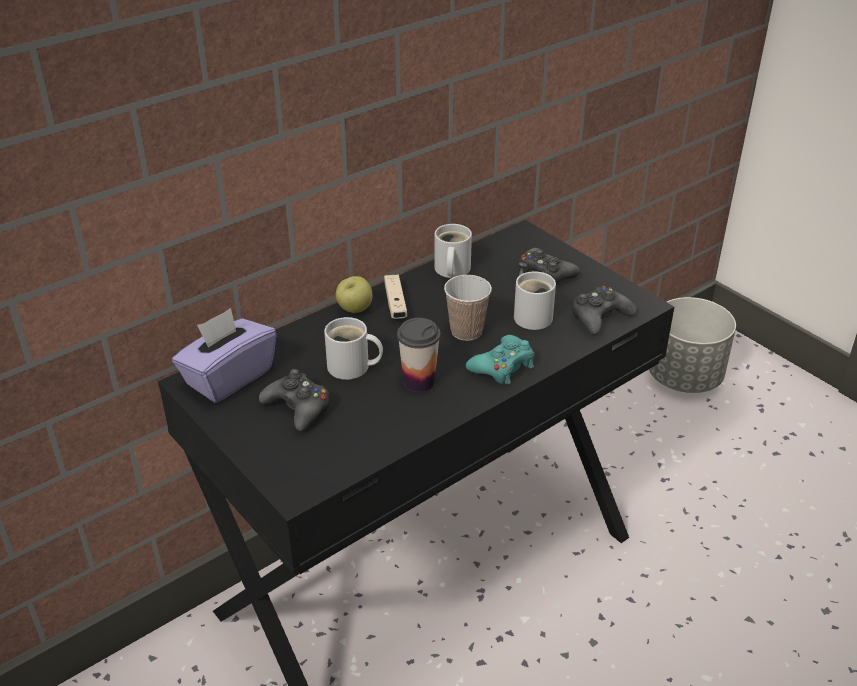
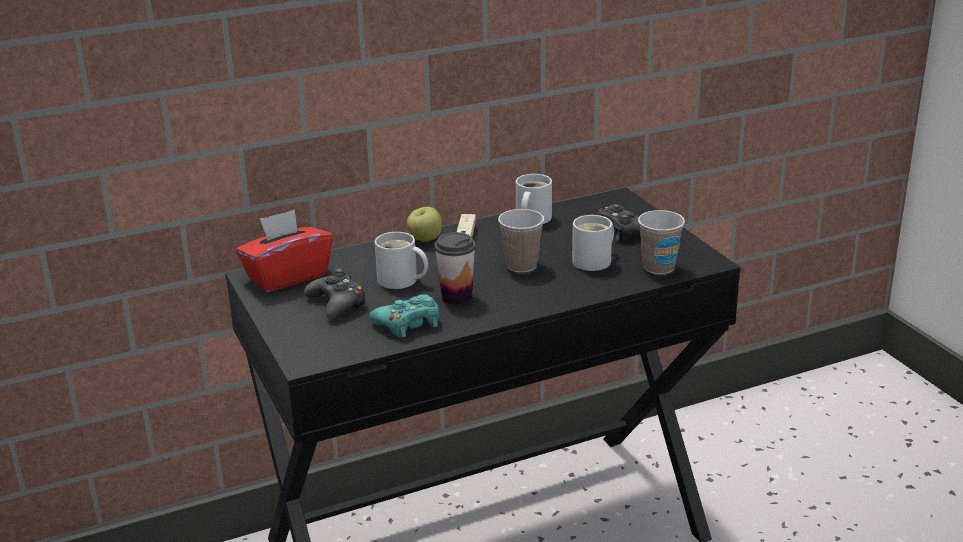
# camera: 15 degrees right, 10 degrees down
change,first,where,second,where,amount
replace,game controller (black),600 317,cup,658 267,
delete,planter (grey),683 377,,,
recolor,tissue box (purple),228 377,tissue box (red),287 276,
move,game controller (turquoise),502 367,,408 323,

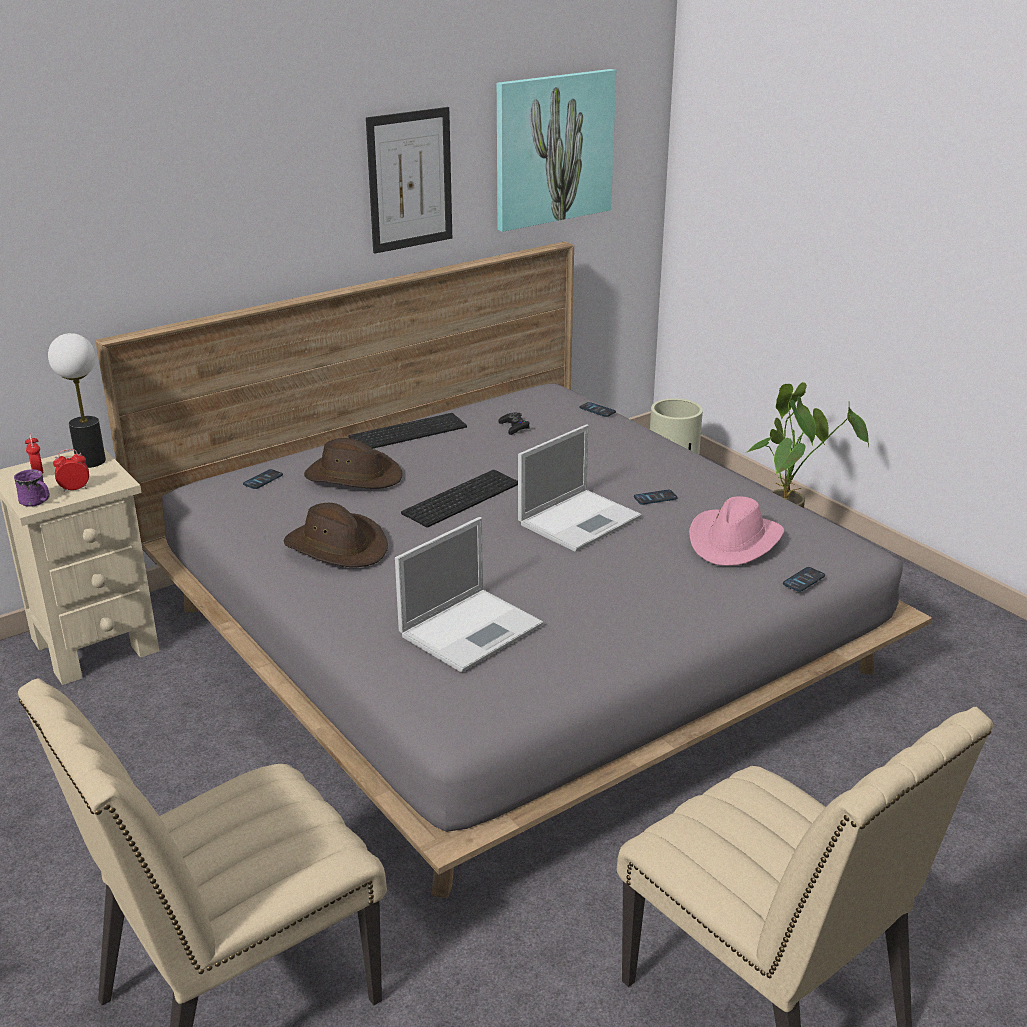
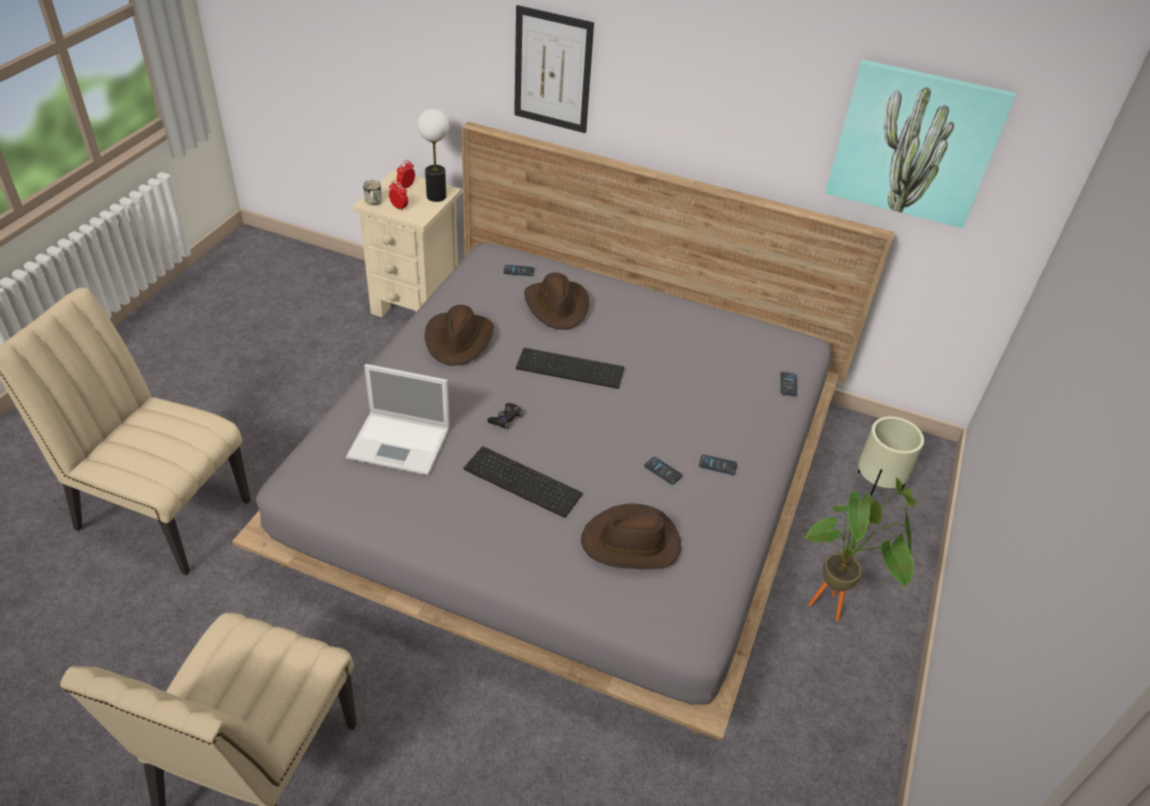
# camera: 55 degrees right, 15 degrees up
change,first,where,second,where,amount
move,picture,410 180,,552 70,
move,game controller (black),514 427,,505 419,
move,keyboard,408 431,,524 480,
delete,laptop,580 520,,,
recolor,mug (purple),36 502,mug (white),373 203,
recolor,hat (pink),735 541,hat (brown),631 543,
move,phone,803 580,,717 465,

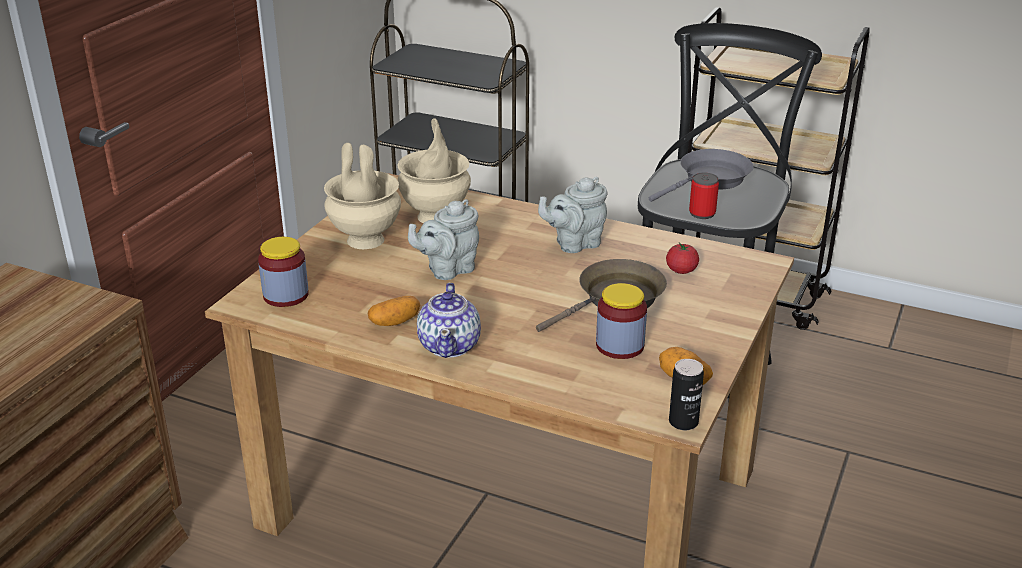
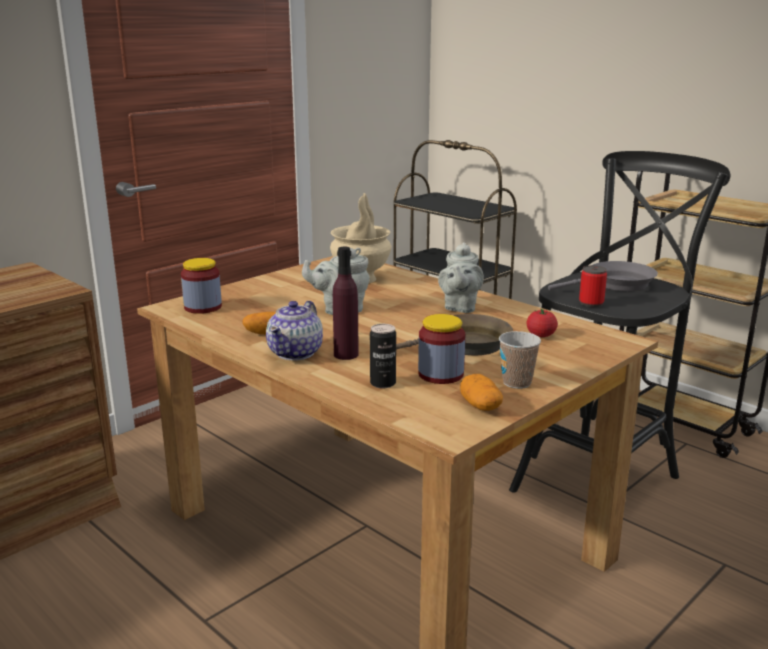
# camera: 20 degrees right, 10 degrees down
change,first,where,second,where,amount
delete,vase (beige),364 240,,,
rotate,teapot (grey),574 244,,459 307,75 degrees counterclockwise
move,can,683 422,,383 383,
insert,,,bottle (purple),346 354,
insert,,,cup,517 383,

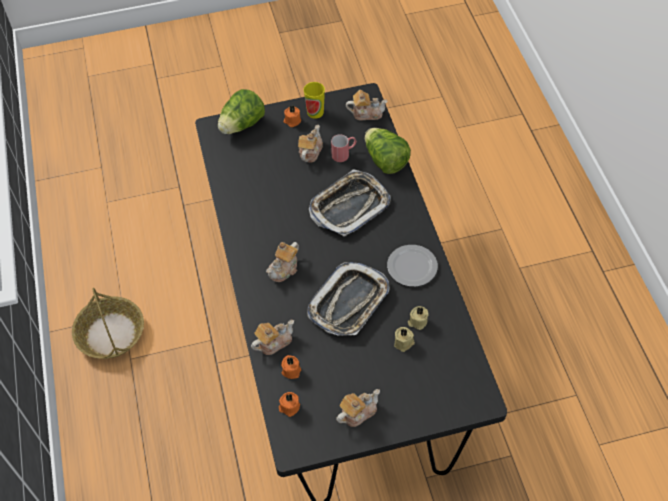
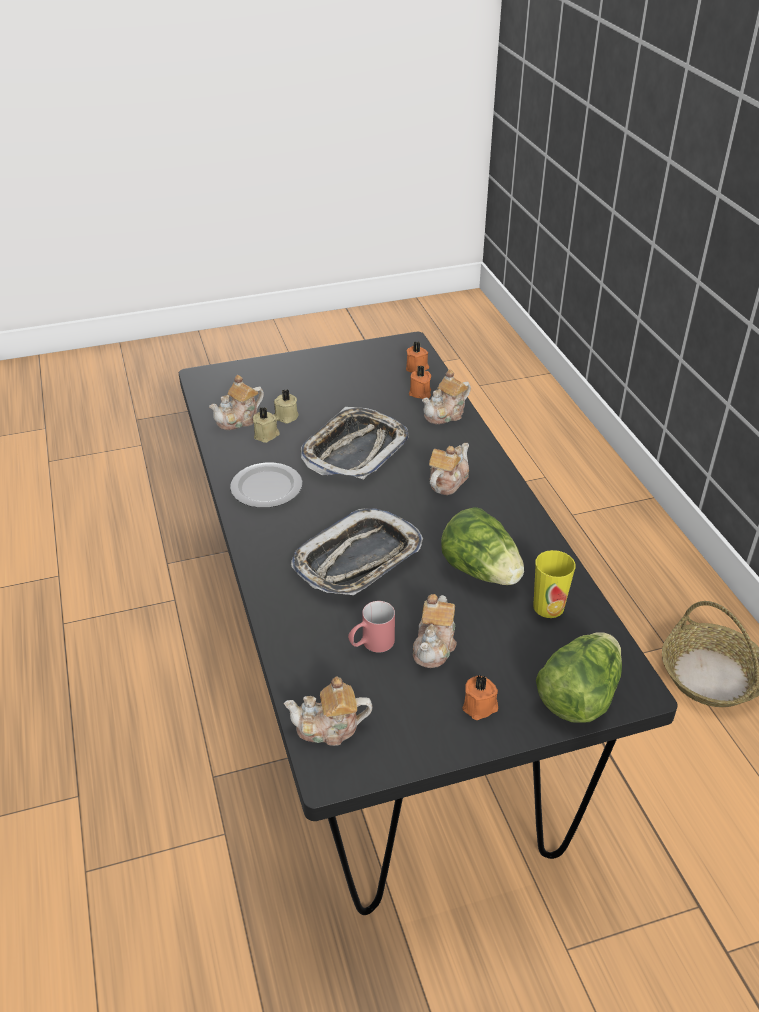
# camera: 175 degrees right, 15 degrees down
change,first,where,second,where,amount
move,cup,315 112,,548 607,
move,lettuce,385 161,,481 571,
move,teapot,357 412,,239 420,

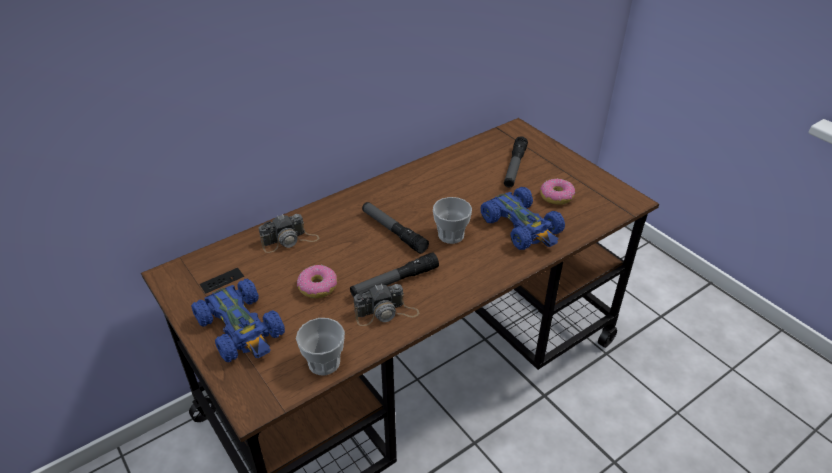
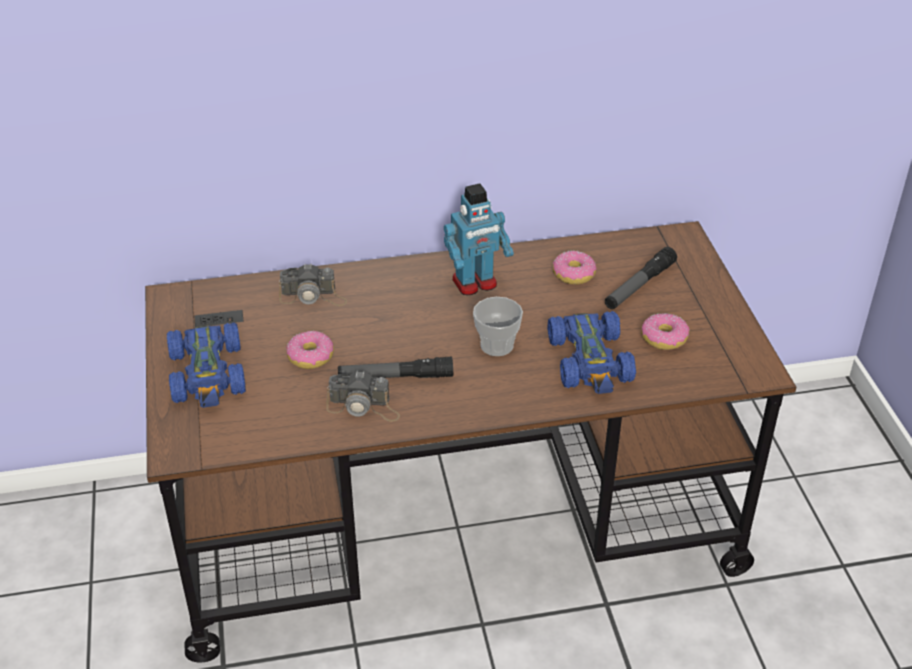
# camera: 25 degrees right, 0 degrees up
change,first,where,second,where,amount
delete,flashlight,393 231,,,
delete,cup,324 362,,,
insert,,,toy robot,475 283,
insert,,,donut,574 274,

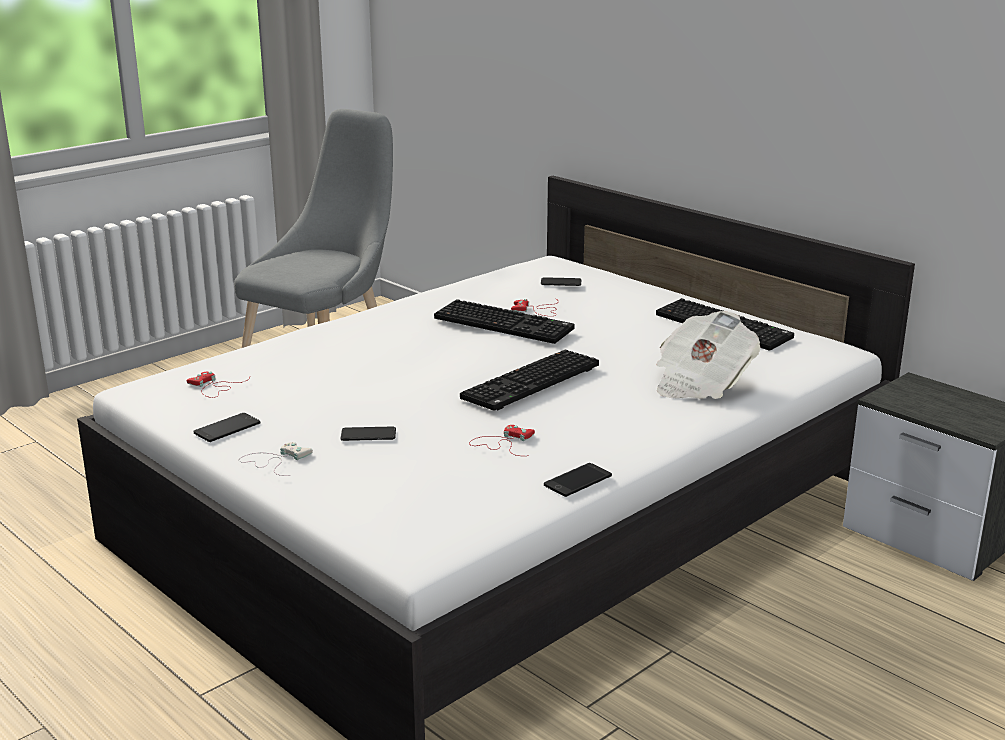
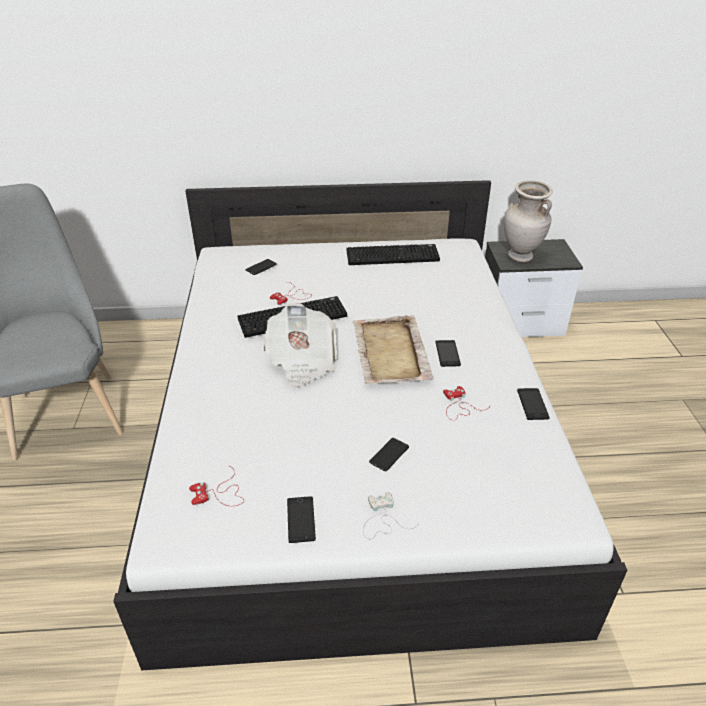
# camera: 50 degrees left, 15 degrees up
change,first,where,second,where,amount
move,newspaper,700 383,,302 361,
replace,keyboard,532 383,tray (beige),390 353,
insert,,,vase (beige),520 257,
insert,,,phone,447 353,

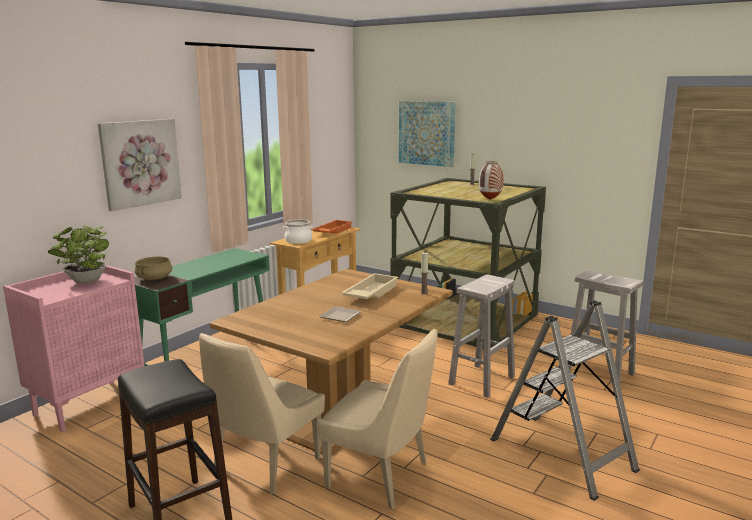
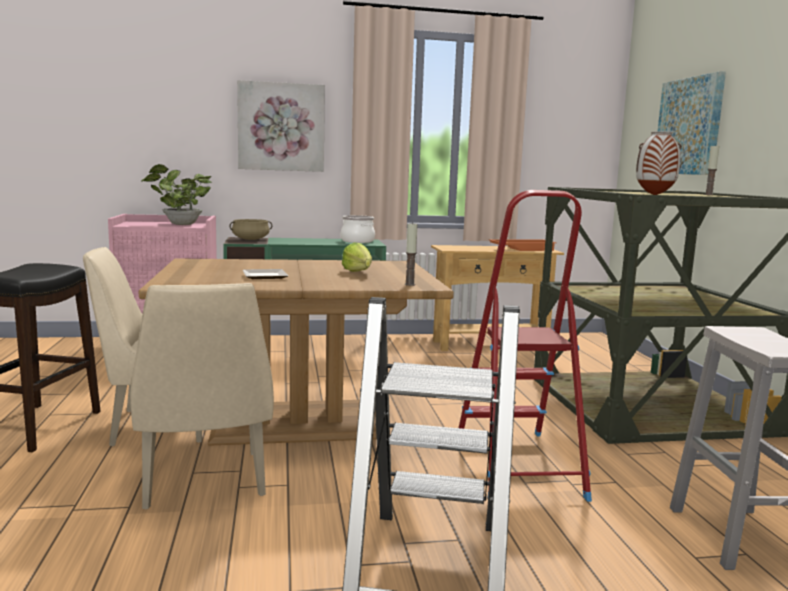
# camera: 45 degrees right, 5 degrees down
change,first,where,second,where,amount
move,cooking pot,298 241,,358 241,
replace,tray (beige),370 293,lettuce,359 273,
replace,stool (white),481 381,step ladder (red),516 463,

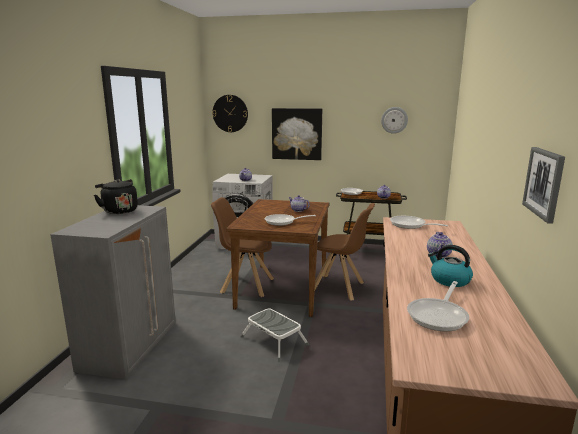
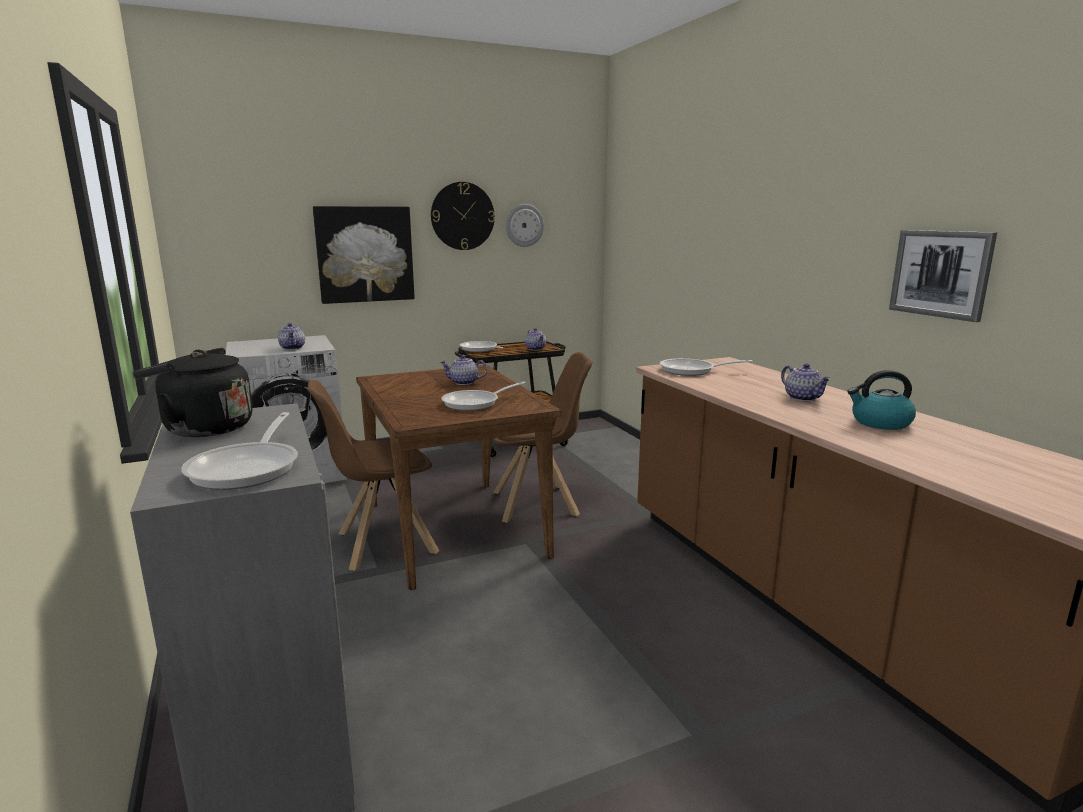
# camera: 35 degrees left, 0 degrees up
change,first,where,second,where,amount
move,wall clock,230 113,,462 216,
move,frying pan,439 316,,249 468,
delete,step ladder (grey),273 341,,,

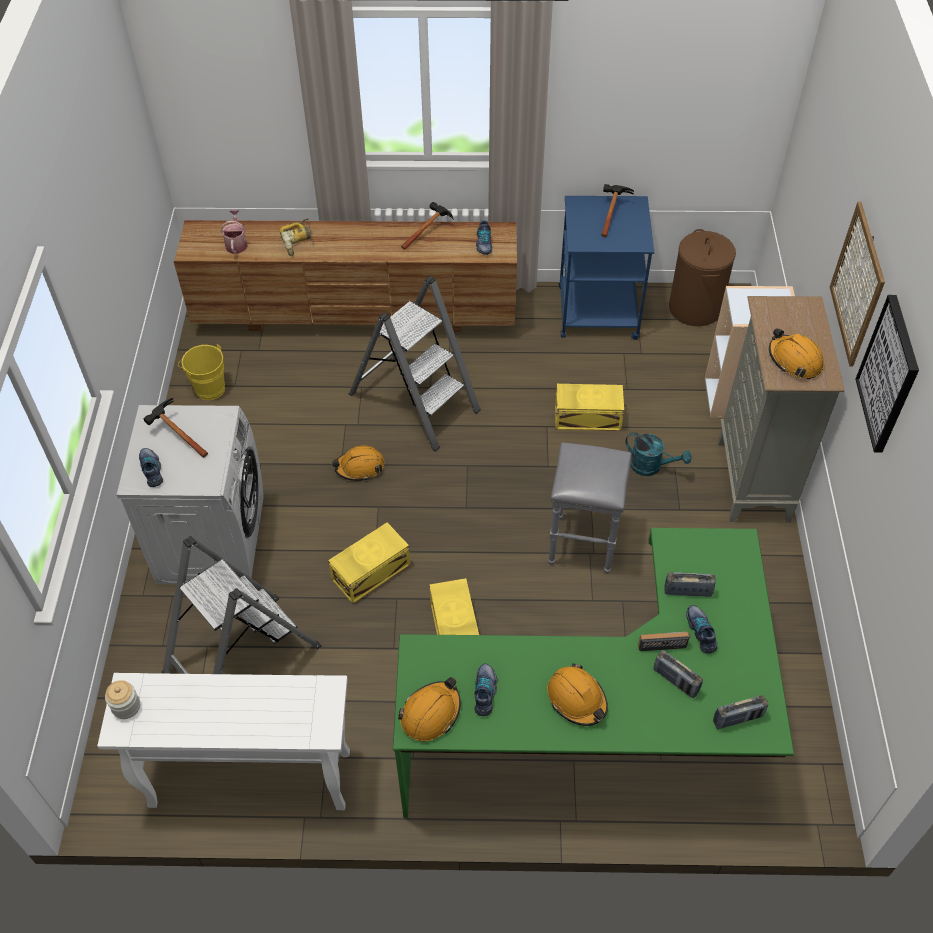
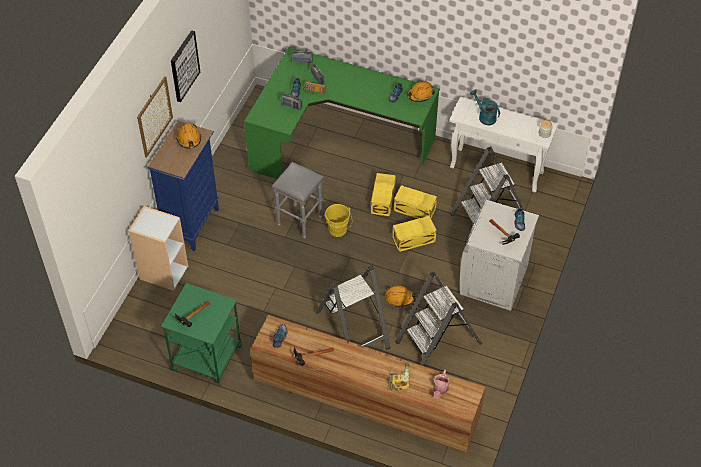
# camera: 160 degrees left, 0 degrees up
change,first,where,second,where,amount
recolor,cart (blue),599 311,cart (green),206 357,
delete,laundry basket (brown),695 308,,,
recolor,dresser (grey),751 483,dresser (blue),193 224,
move,bucket (yellow),208 387,,338 231,
move,storage box (yellow),586 417,,415 210,
move,watering can (turquoise),651 466,,484 116,
delete,hard hat (orange),577 699,,,
insert,,,step ladder (grey),439 342,

